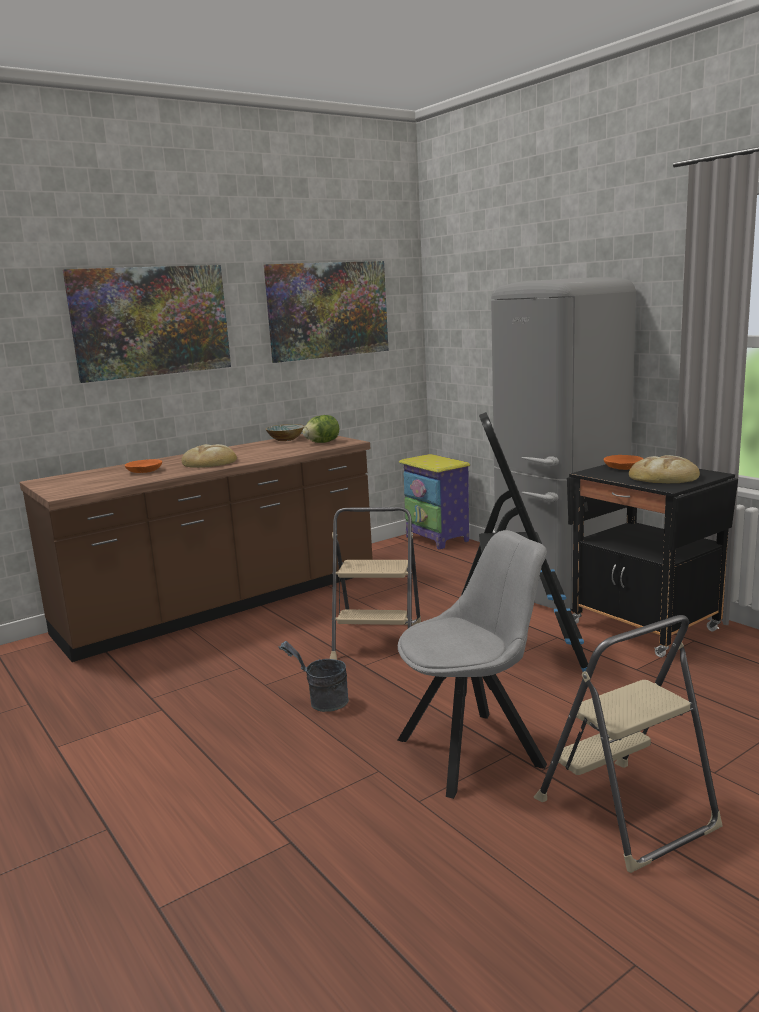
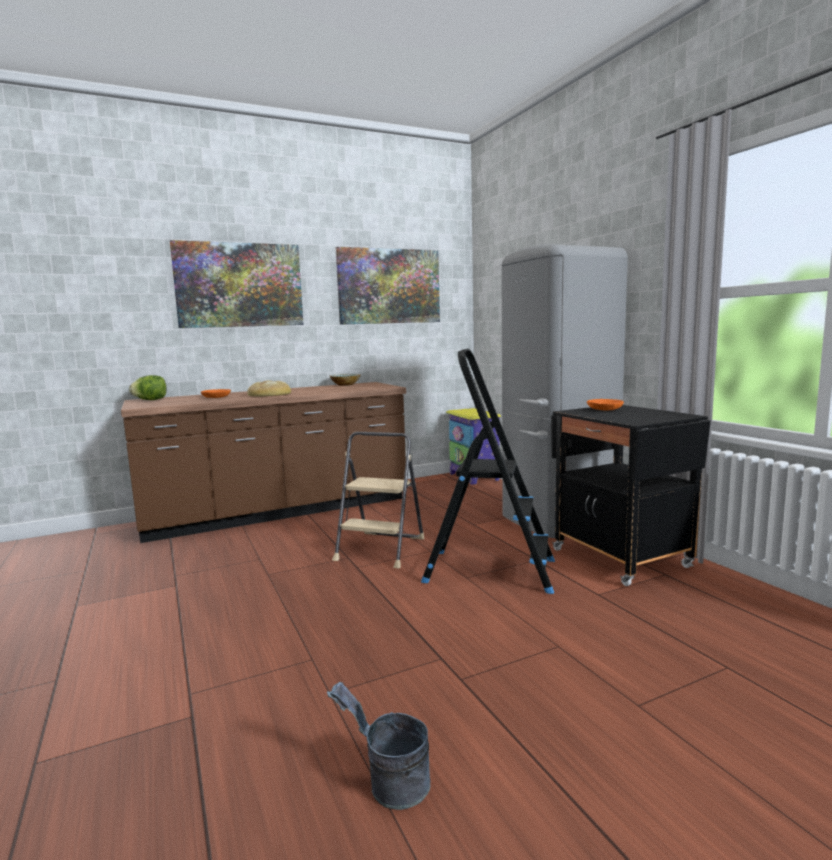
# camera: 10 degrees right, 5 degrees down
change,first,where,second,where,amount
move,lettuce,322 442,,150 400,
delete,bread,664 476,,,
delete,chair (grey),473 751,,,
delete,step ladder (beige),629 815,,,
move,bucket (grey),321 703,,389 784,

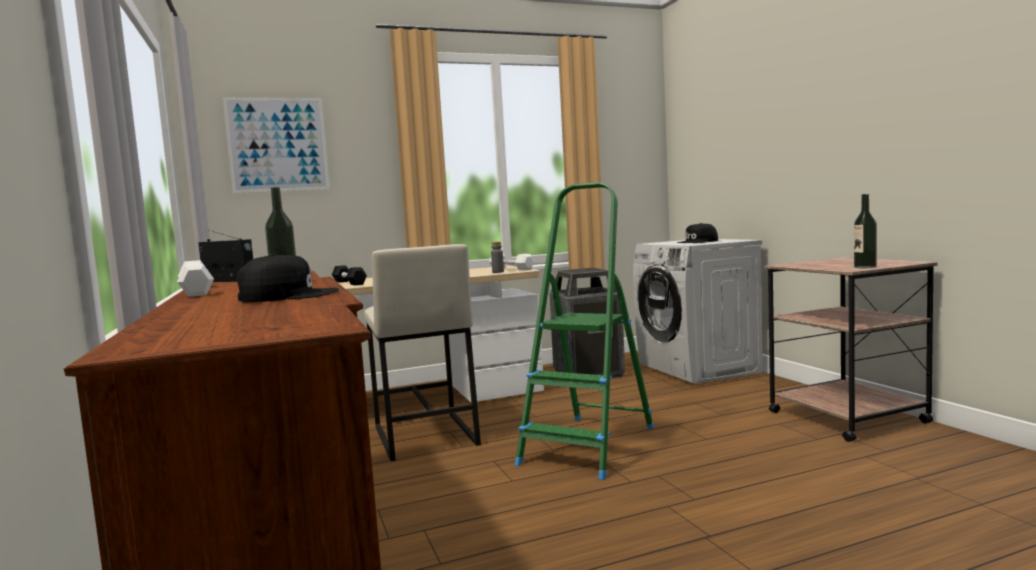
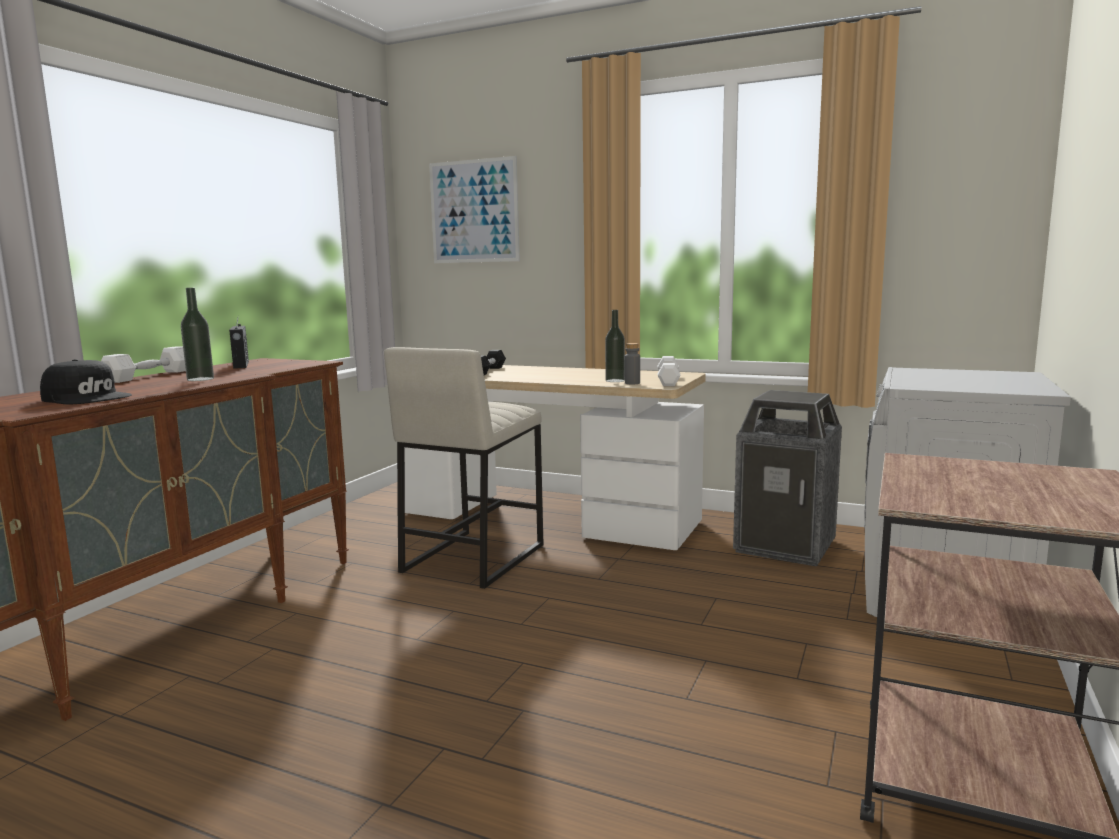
# camera: 45 degrees right, 5 degrees up
change,first,where,second,where,amount
delete,step ladder (green),587 445,,,
move,bottle,865 267,,615 380,
delete,cap (black),698 242,,,

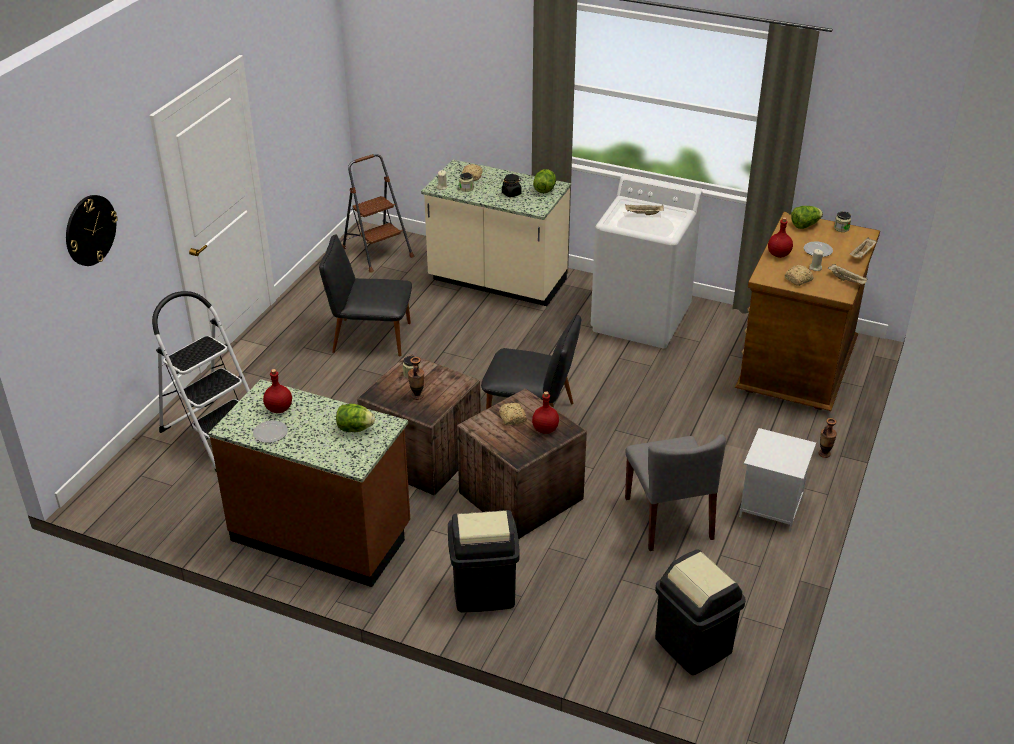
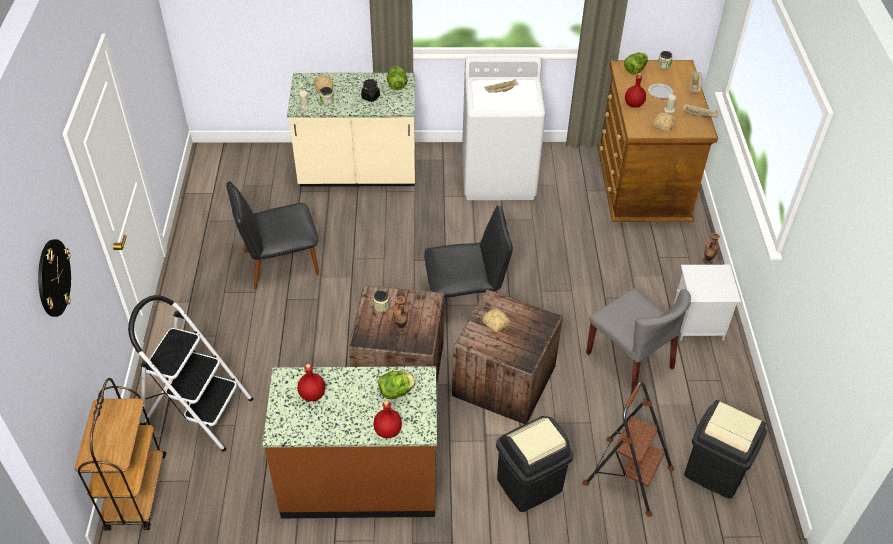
# camera: 25 degrees left, 10 degrees up
change,first,where,second,where,amount
move,step ladder (brown),376 251,,626 474,
move,bottle (red),545 429,,387 431,
delete,plate,270 432,,,
insert,,,cart (brown),135 493,

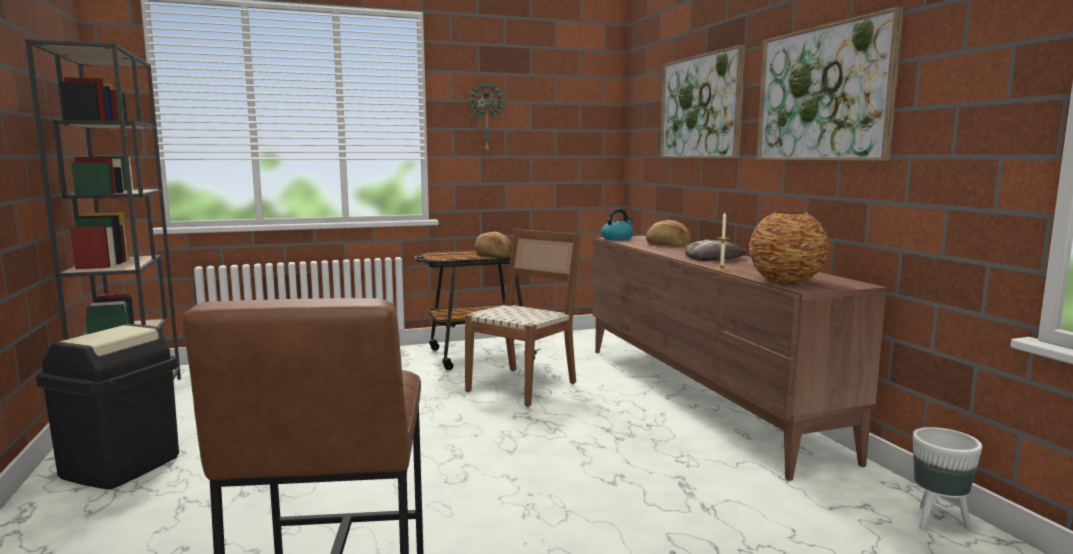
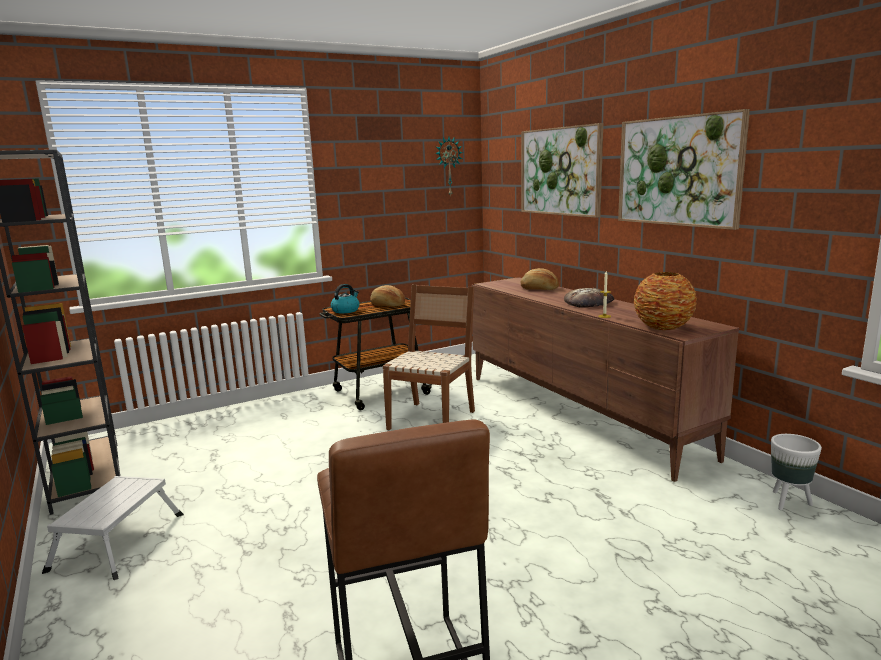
# camera: 10 degrees left, 5 degrees up
change,first,where,second,where,amount
move,wall clock,486 117,,448 166,
move,kettle,617 239,,346 310,
replace,trash can (black),121 467,step ladder (white),117 542,

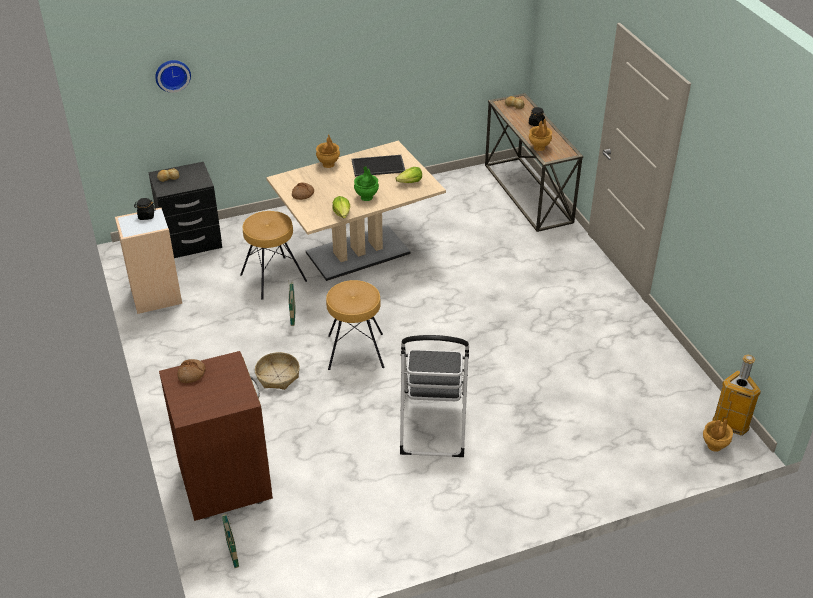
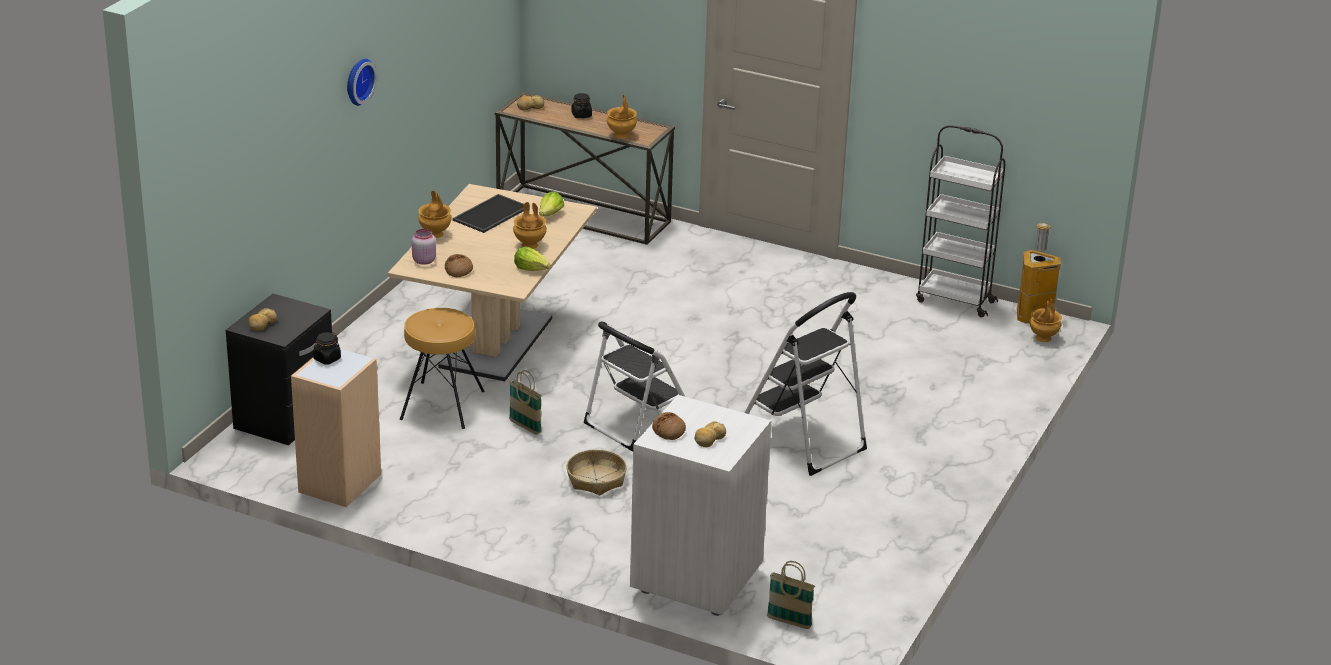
# camera: 45 degrees left, 10 degrees down
change,first,where,second,where,amount
move,wall clock,172 75,,357 81,
recolor,vase (green),367 197,vase (brown),530 245,
replace,stool (brown),355 351,step ladder,636 422,
recolor,dresser (brown),226 485,dresser (white),696 582,
insert,,,cart (white),954 301,
insert,,,jar (pink),423 261,
insert,,,bread,709 439,

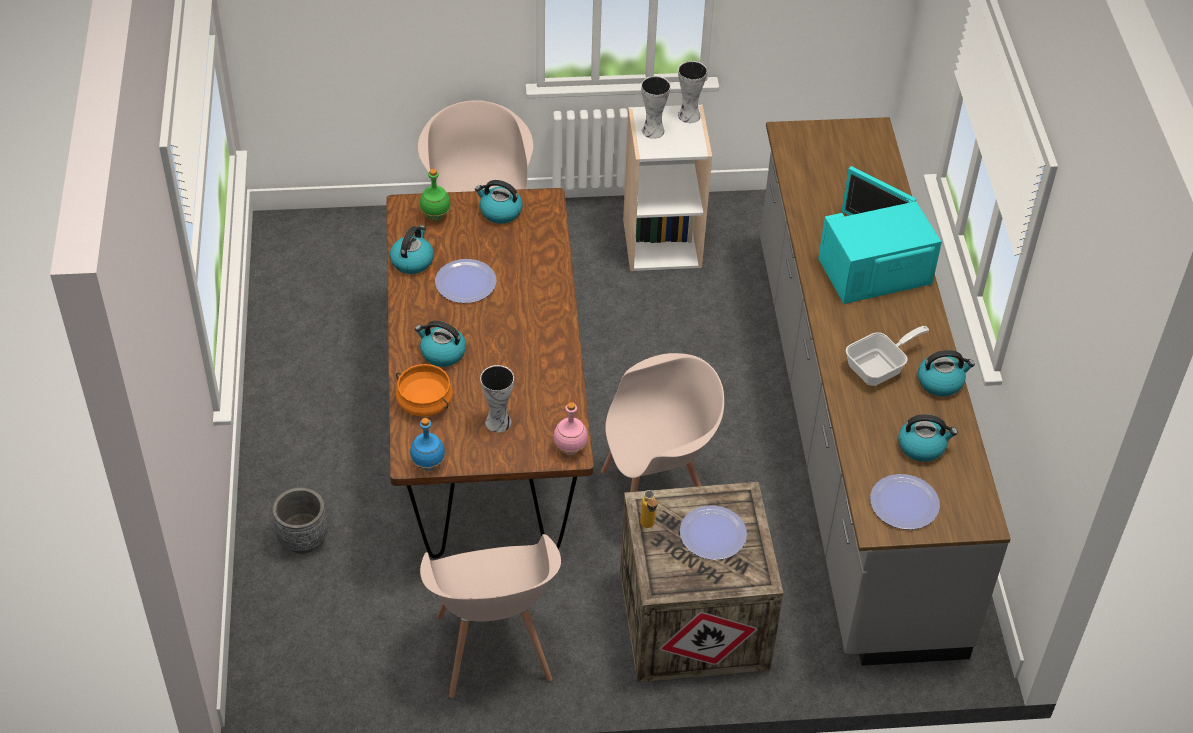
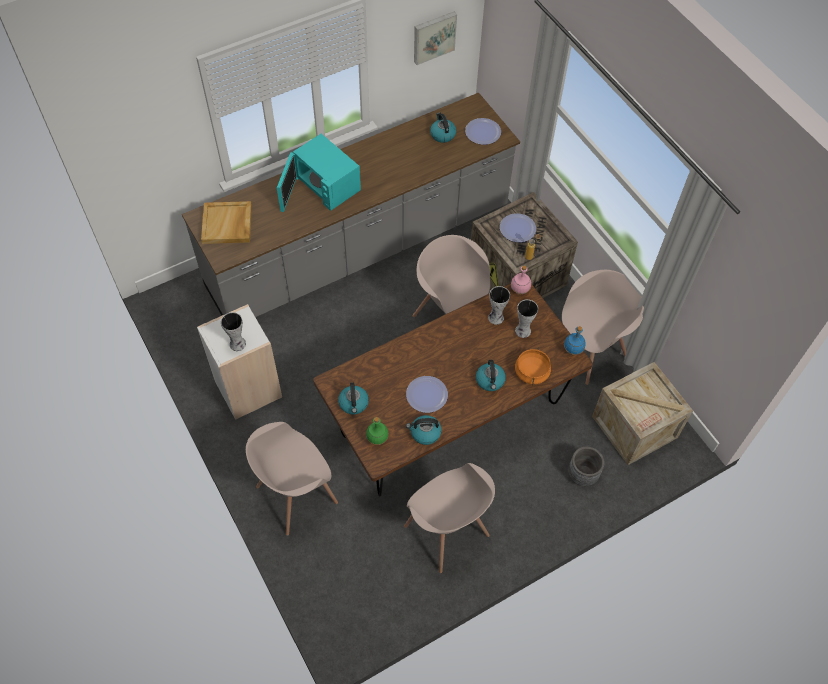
# camera: 115 degrees left, 10 degrees up
change,first,where,second,where,amount
move,vase,688 115,,496 318,
delete,frying pan,880 367,,,
delete,kettle,941 382,,,
insert,,,picture,433 36,
insert,,,tray (beige),227 224,
insert,,,crate,634 427,
insert,,,chair (beige),446 532,

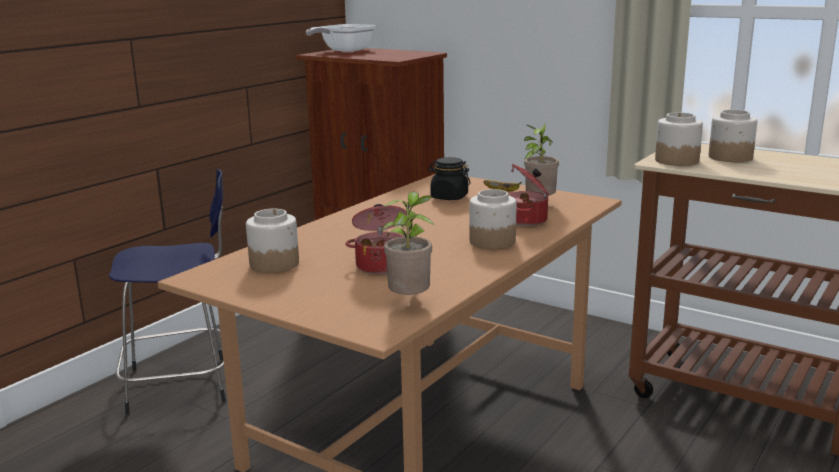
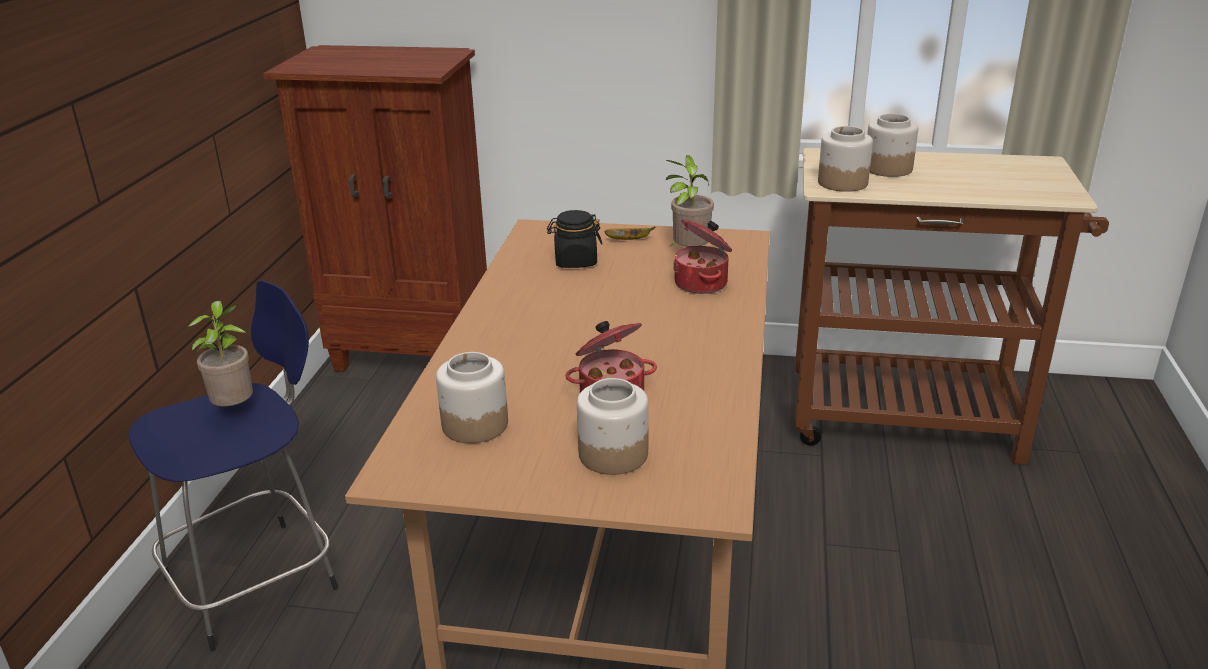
# camera: 25 degrees left, 10 degrees up
change,first,where,second,where,amount
delete,frying pan,343 51,,,
move,jar,491 241,,612 454,
move,potted plant,410 302,,235 408,

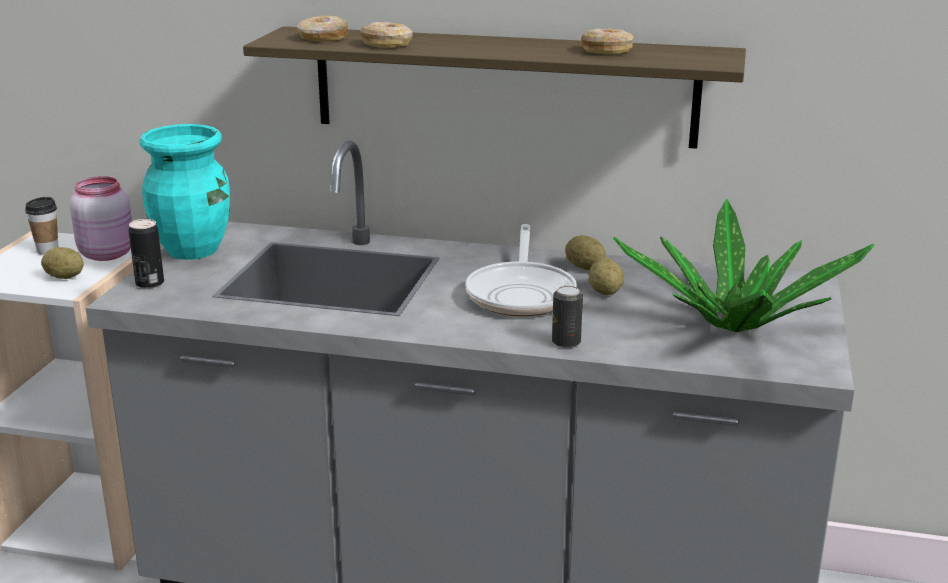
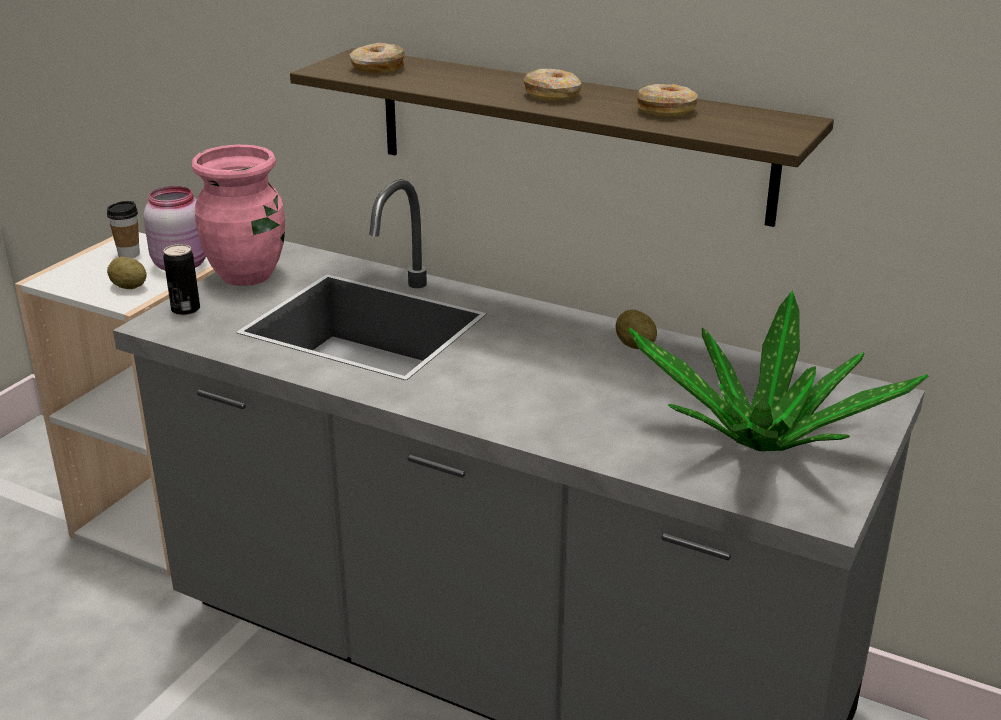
# camera: 15 degrees right, 5 degrees up
change,first,where,second,where,amount
move,donut,387 44,,553 95,
recolor,vase (turquoise),194 250,vase (pink),247 275,
delete,frying pan,522 293,,,
delete,potato,605 292,,,
delete,can,566 342,,,

